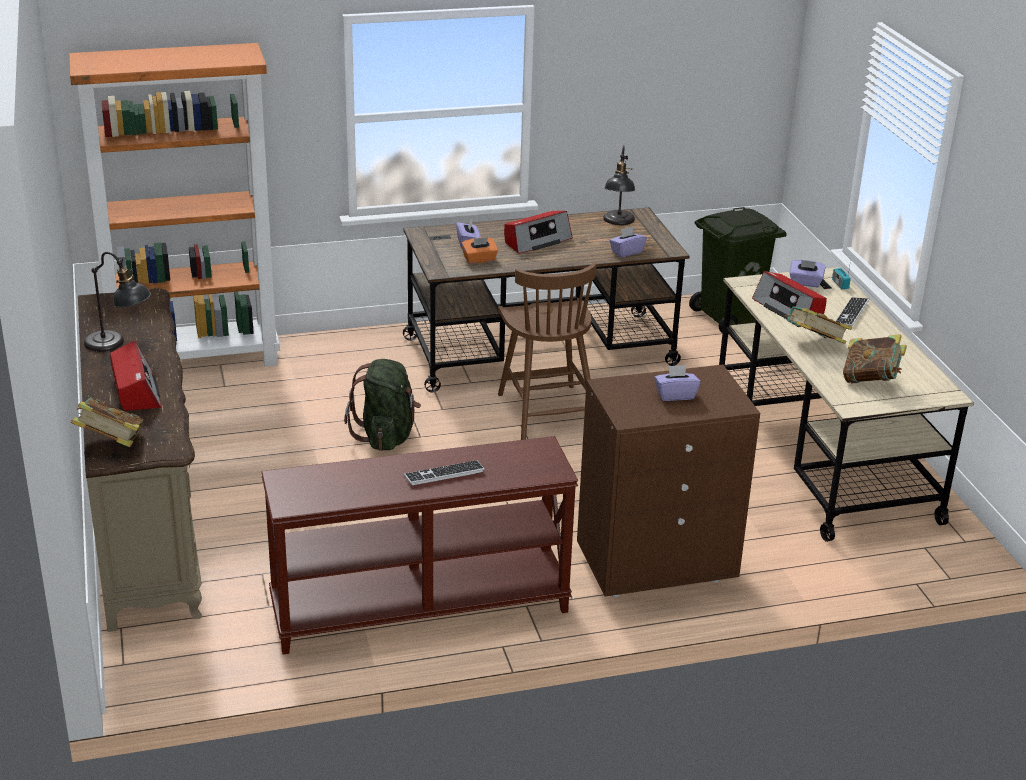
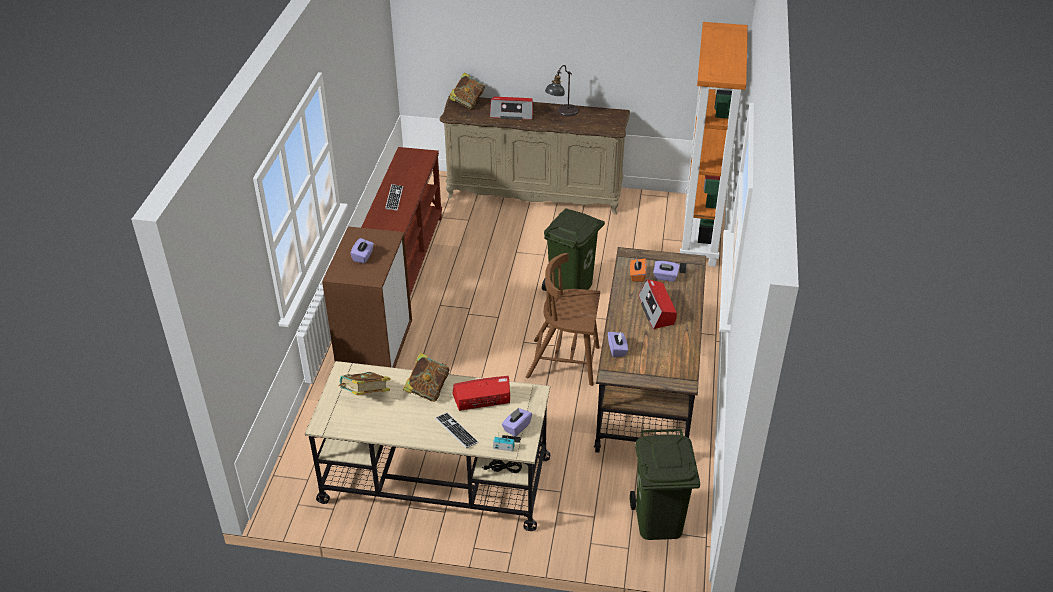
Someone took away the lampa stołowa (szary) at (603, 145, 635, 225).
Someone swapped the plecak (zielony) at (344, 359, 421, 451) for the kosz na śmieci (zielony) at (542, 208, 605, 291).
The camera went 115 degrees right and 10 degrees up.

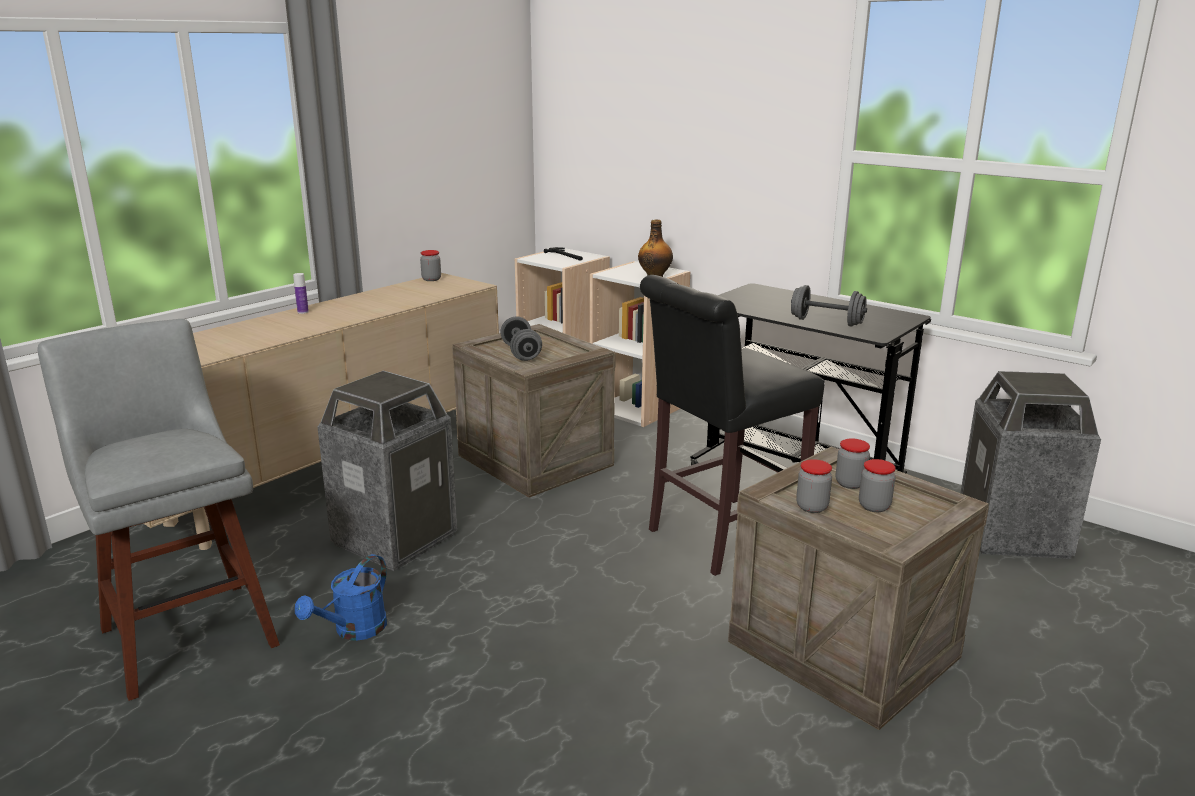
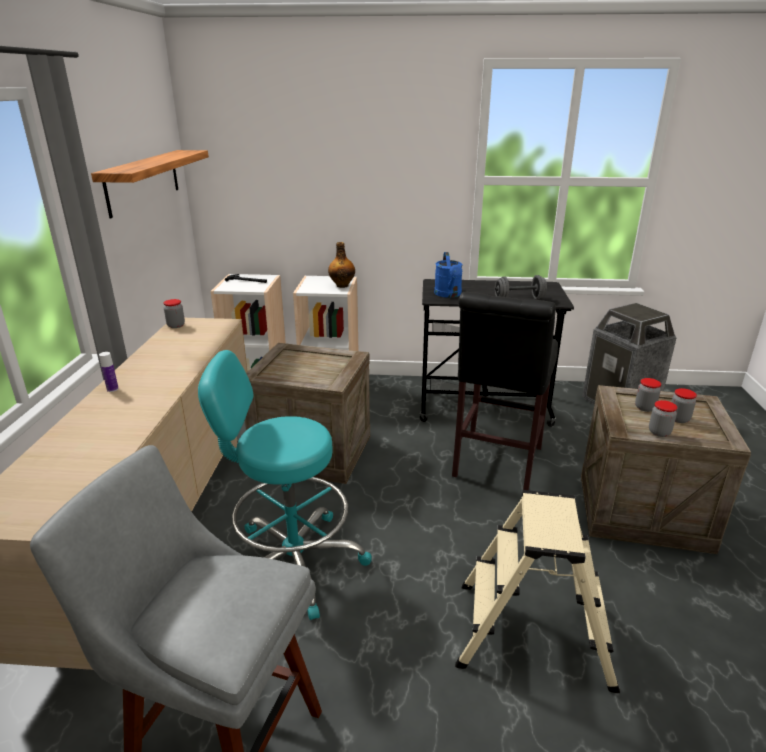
Someone took away the hantel (szary) at (500, 316, 542, 361).
Someone put up the półka at (91, 150, 209, 218).
Someone put down the drabinka (beżowy) at (455, 490, 620, 693).
Someone carried the konewka (niebieski) from (295, 554, 387, 641) to (434, 252, 463, 298).
Someone swapped the kosz na śmieci at (317, 370, 457, 571) for the stołek (turkusowy) at (198, 350, 372, 620).
The camera went 35 degrees left and 5 degrees up.

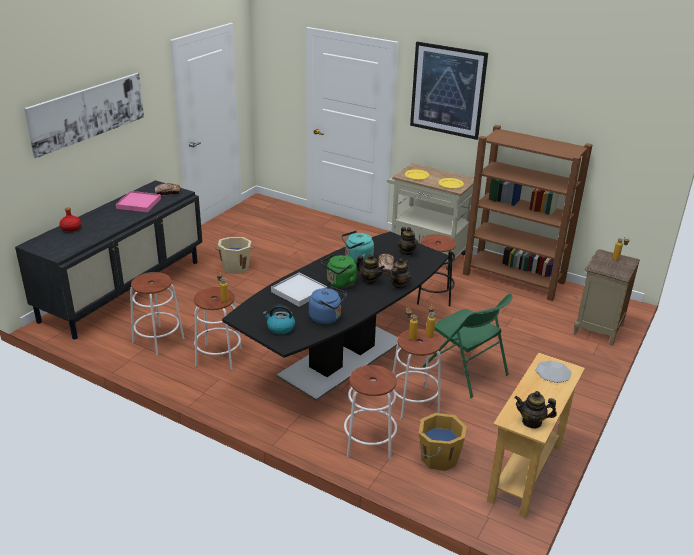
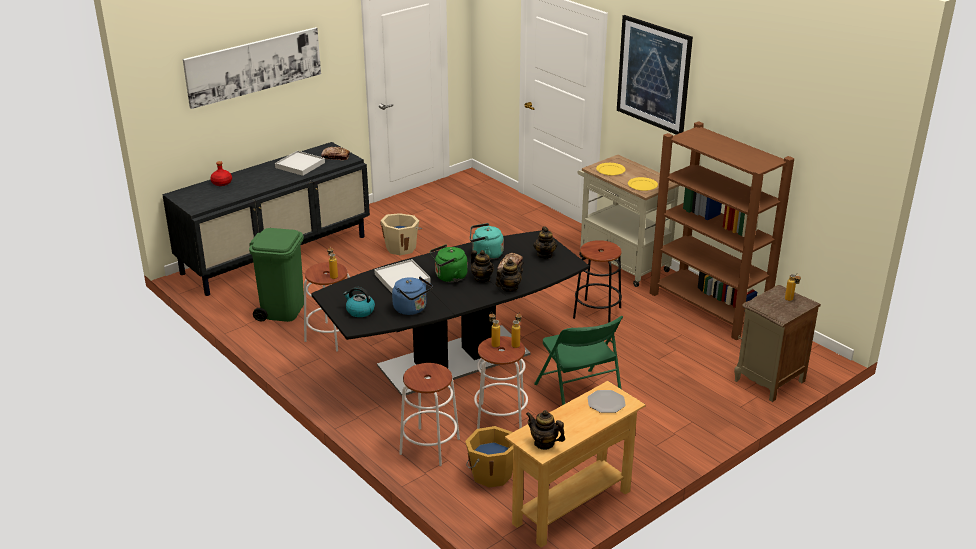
Someone swapped the stołek (biały) at (130, 272, 184, 356) for the kosz na śmieci (zielony) at (249, 228, 304, 322).
Someone repainted the taca (różowy) at (116, 191, 161, 212), which became the taca (biały) at (275, 151, 325, 176).
The camera went 20 degrees right and 0 degrees up.

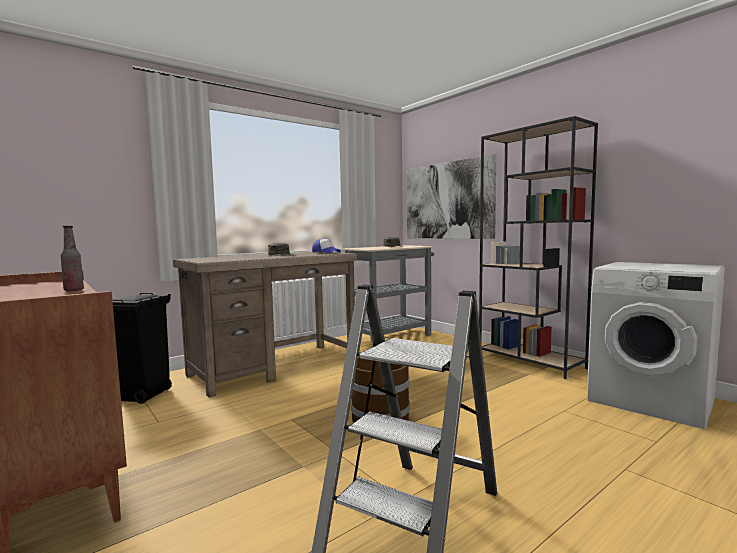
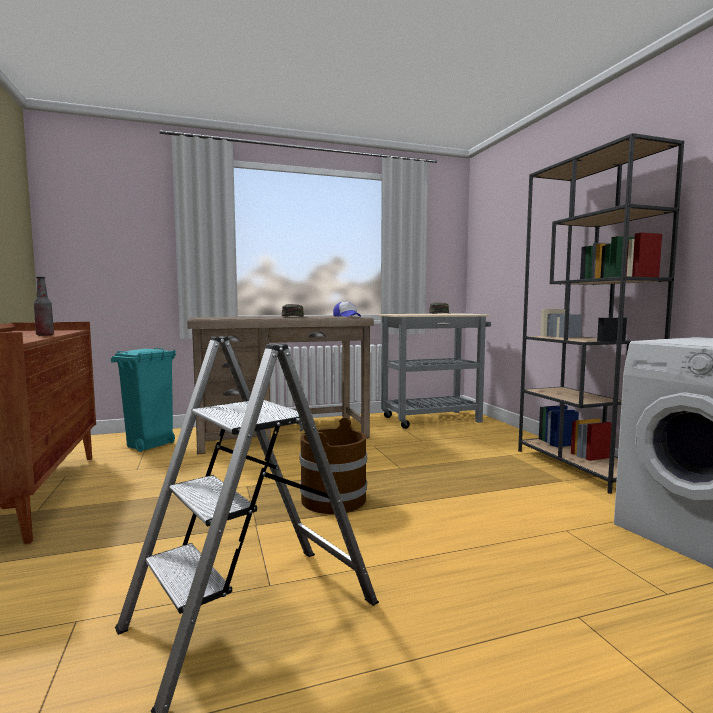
Someone took away the obraz at (407, 154, 496, 239).
Someone repainted the kosz na śmieci (czarny) at (112, 293, 172, 404), which became the kosz na śmieci (turkusowy) at (111, 348, 176, 452).
The camera went 20 degrees right and 0 degrees up.

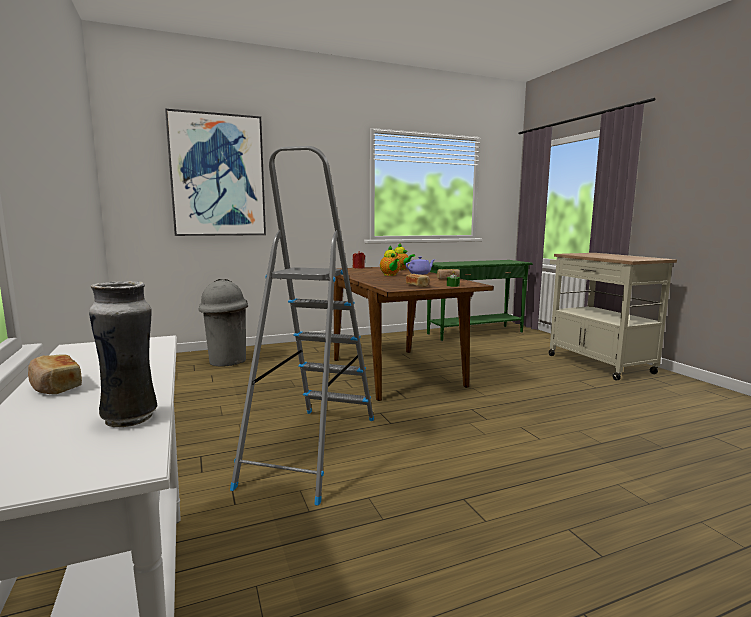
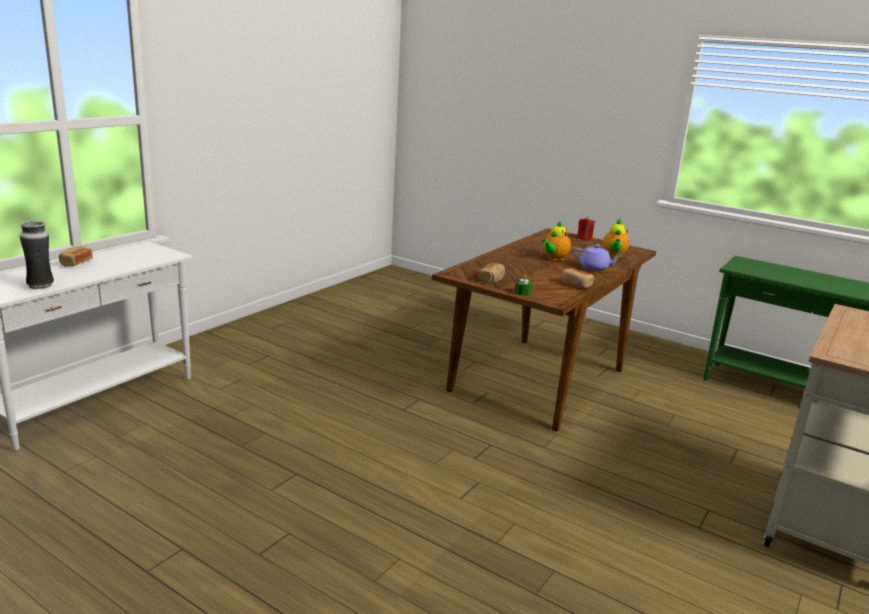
Someone took away the obraz at (165, 109, 266, 236).
Someone took away the kosz na śmieci (szary) at (198, 279, 248, 367).
Someone took away the drabinka (szary) at (230, 146, 374, 505).
The camera went 55 degrees right and 10 degrees up.

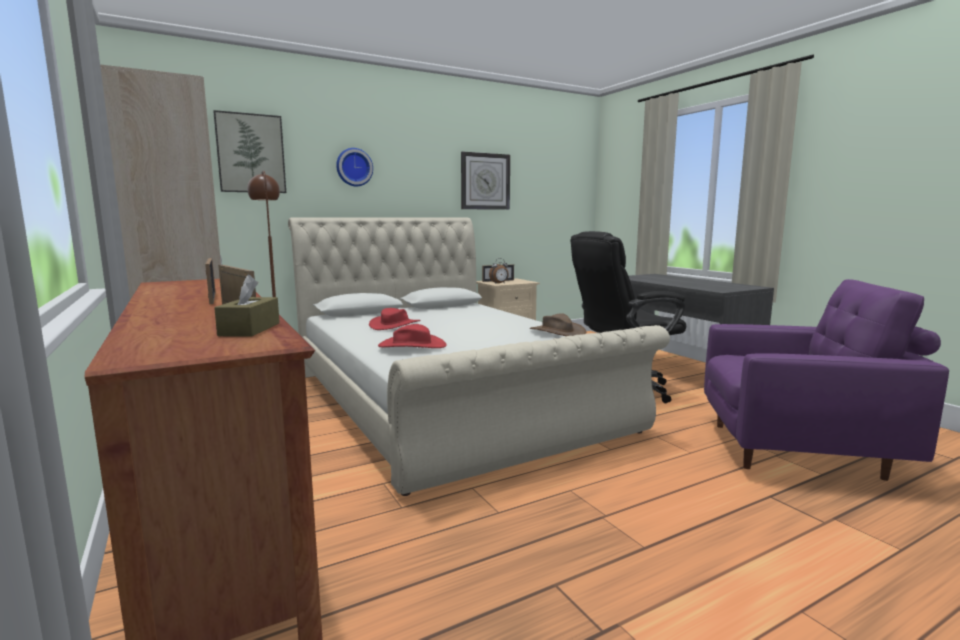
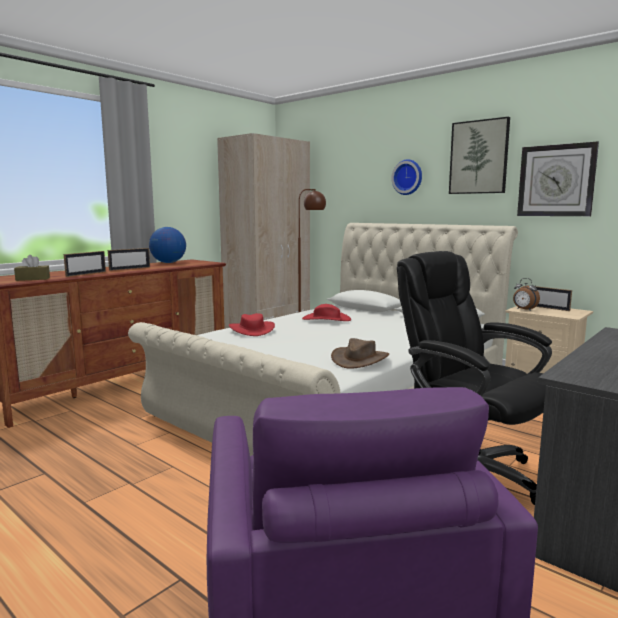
Someone put down the globus at (149, 227, 186, 263).
Someone carried the obraz from (213, 110, 286, 193) to (449, 117, 510, 194).
The camera went 70 degrees right and 0 degrees up.

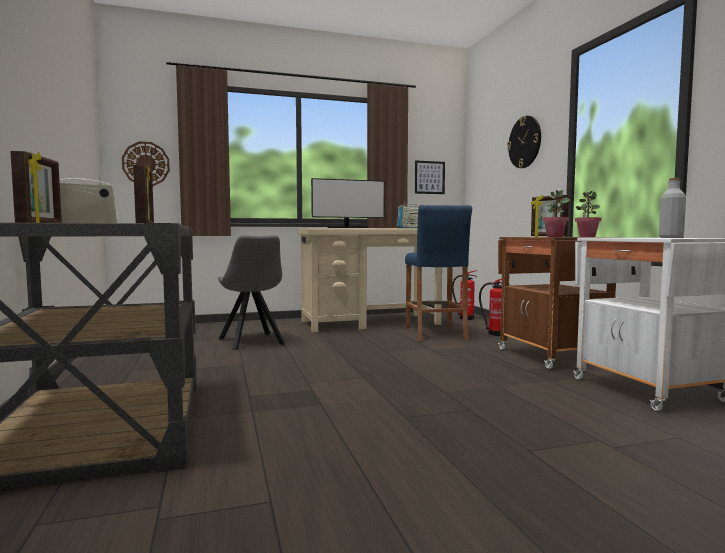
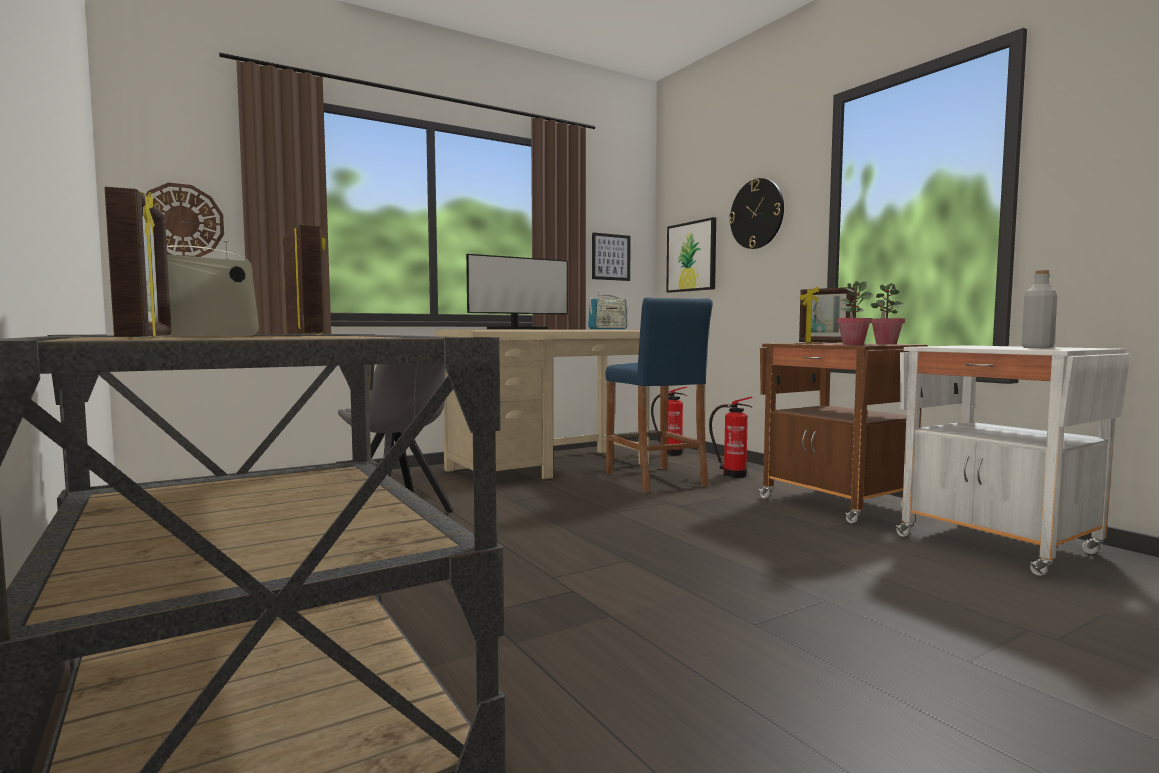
Someone put up the obraz at (666, 217, 716, 293).
The camera went 15 degrees left and 0 degrees up.

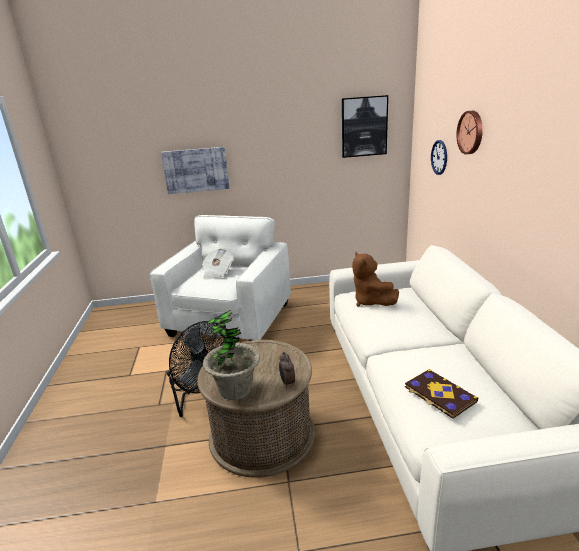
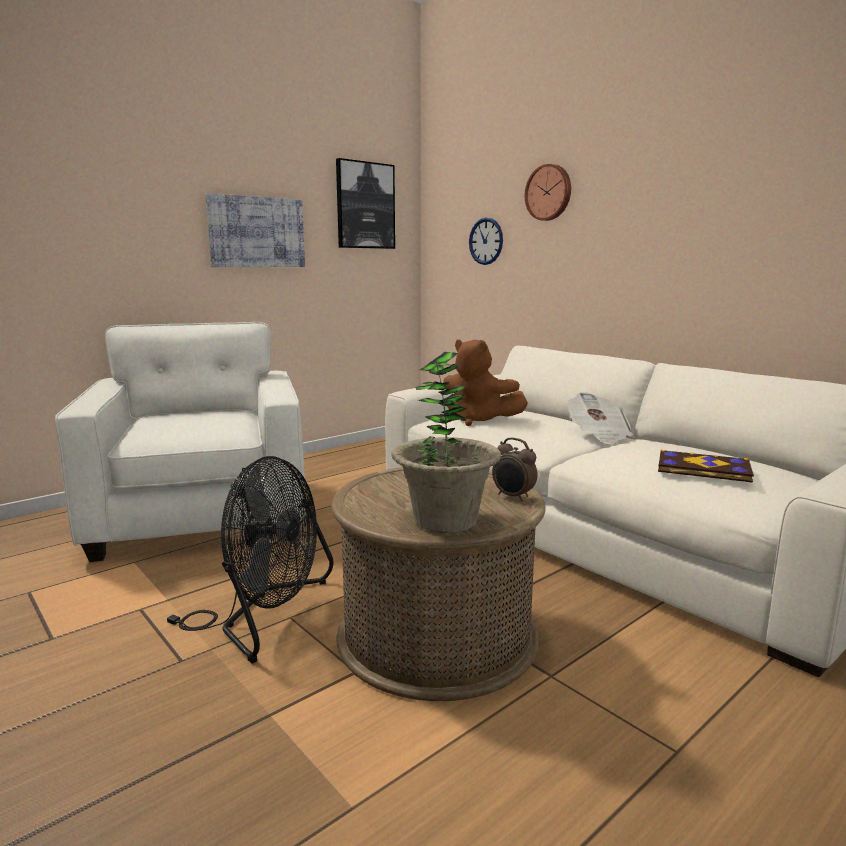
Someone carried the obraz from (161, 147, 230, 194) to (205, 193, 305, 267).
Someone carried the gazeta from (202, 248, 234, 280) to (568, 392, 633, 444).
The camera went 35 degrees left and 10 degrees down.

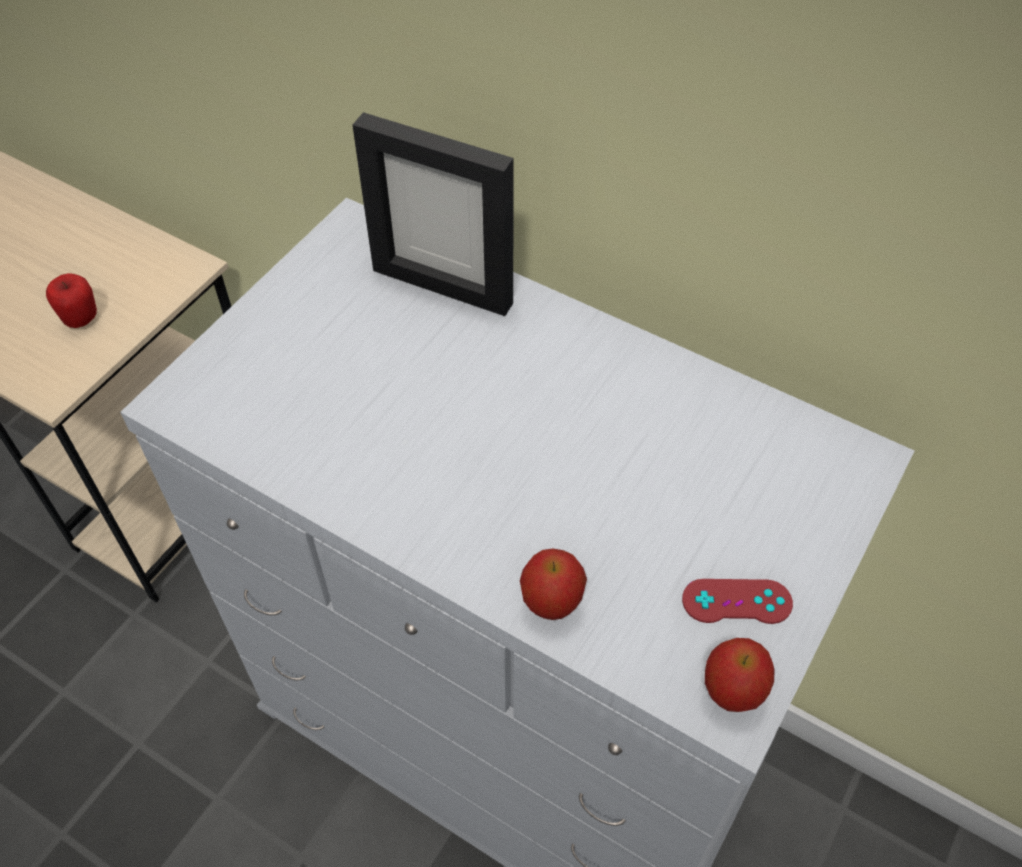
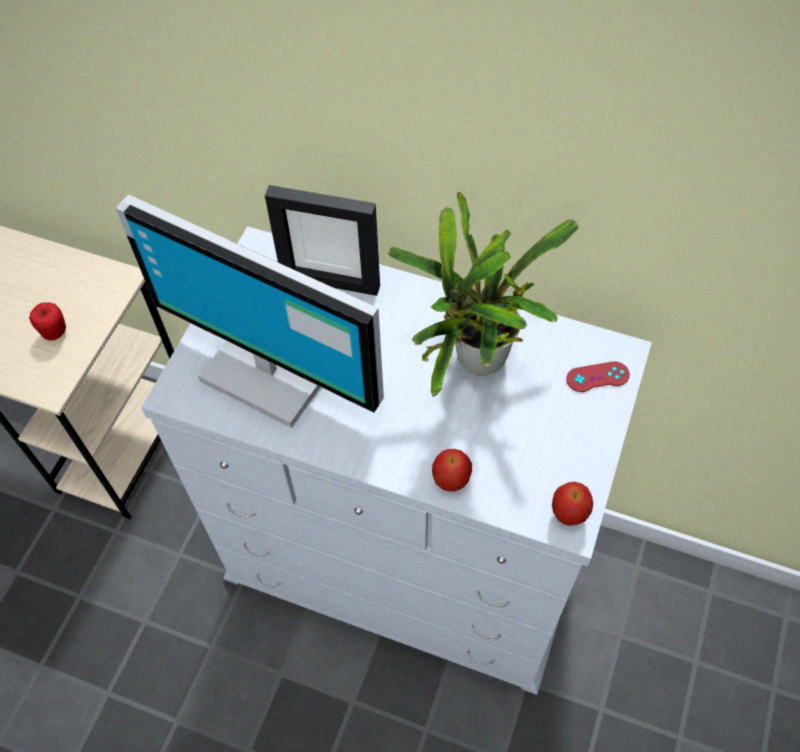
Someone put down the monitor at (116, 194, 384, 428).
Someone put down the roślina doniczkowa at (388, 192, 579, 397).
Someone carried the pad do gier (czerwony) from (682, 579, 793, 624) to (566, 361, 630, 392).
The camera went 10 degrees left and 5 degrees up.

